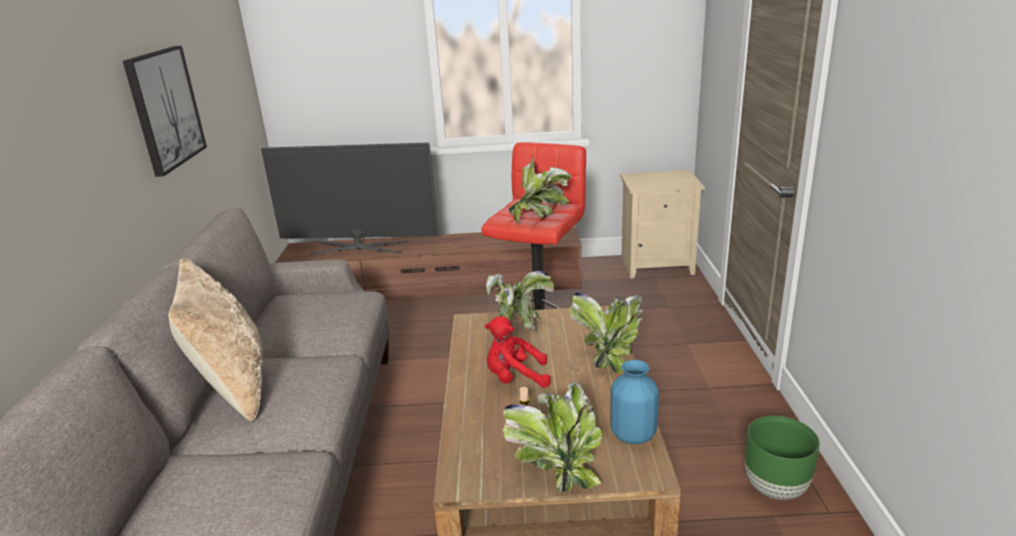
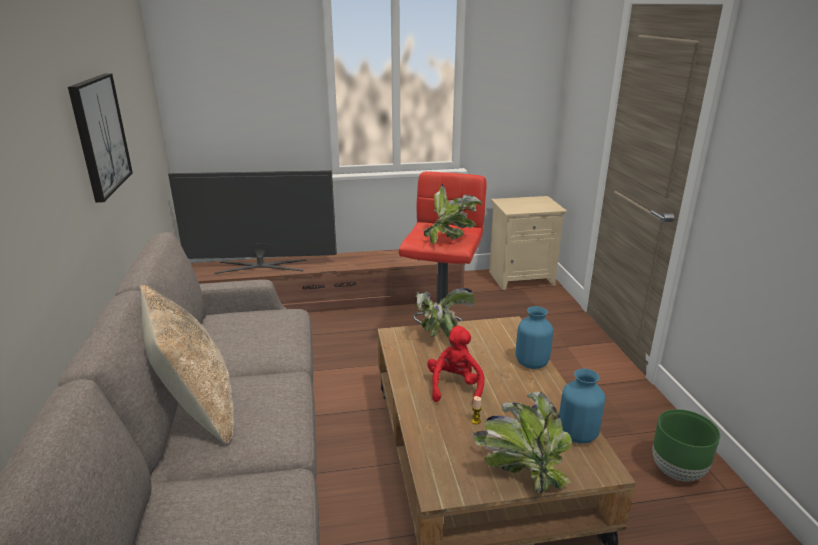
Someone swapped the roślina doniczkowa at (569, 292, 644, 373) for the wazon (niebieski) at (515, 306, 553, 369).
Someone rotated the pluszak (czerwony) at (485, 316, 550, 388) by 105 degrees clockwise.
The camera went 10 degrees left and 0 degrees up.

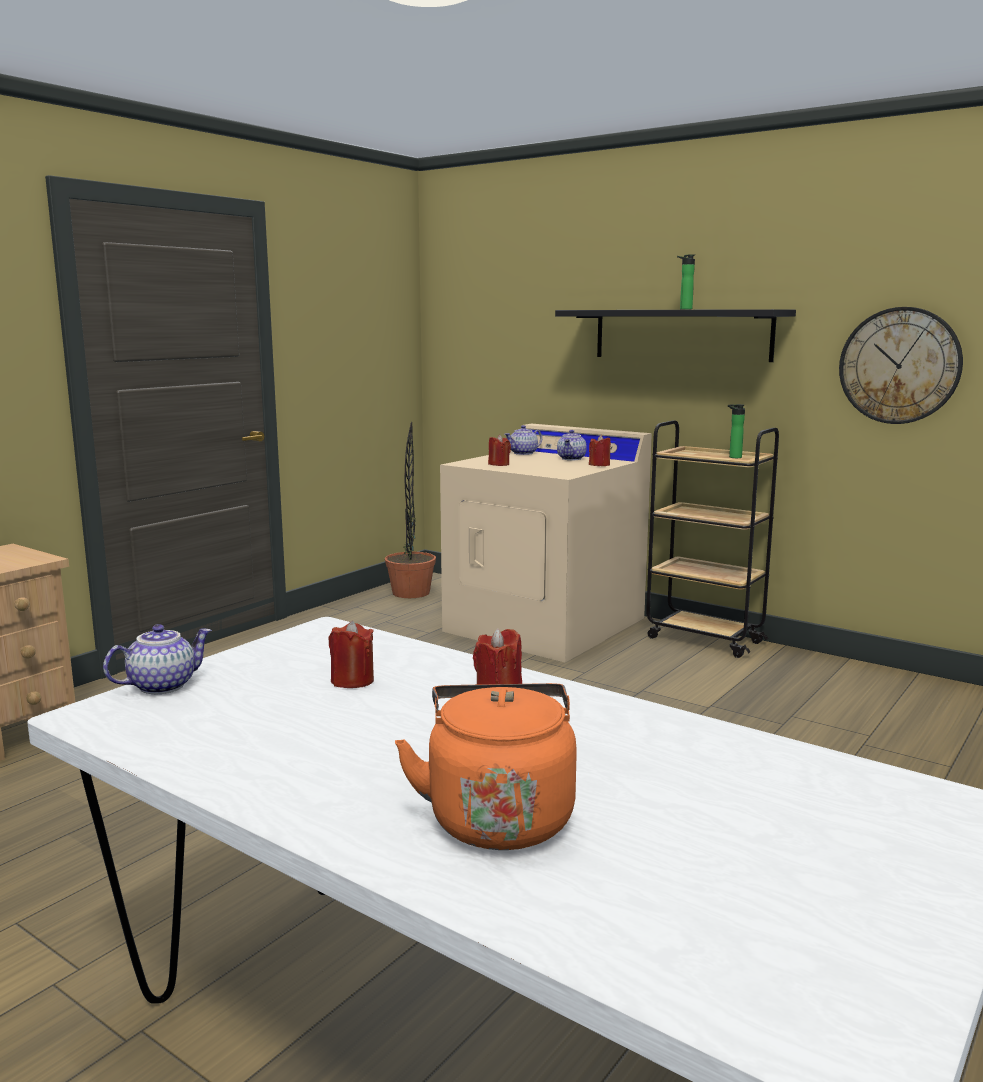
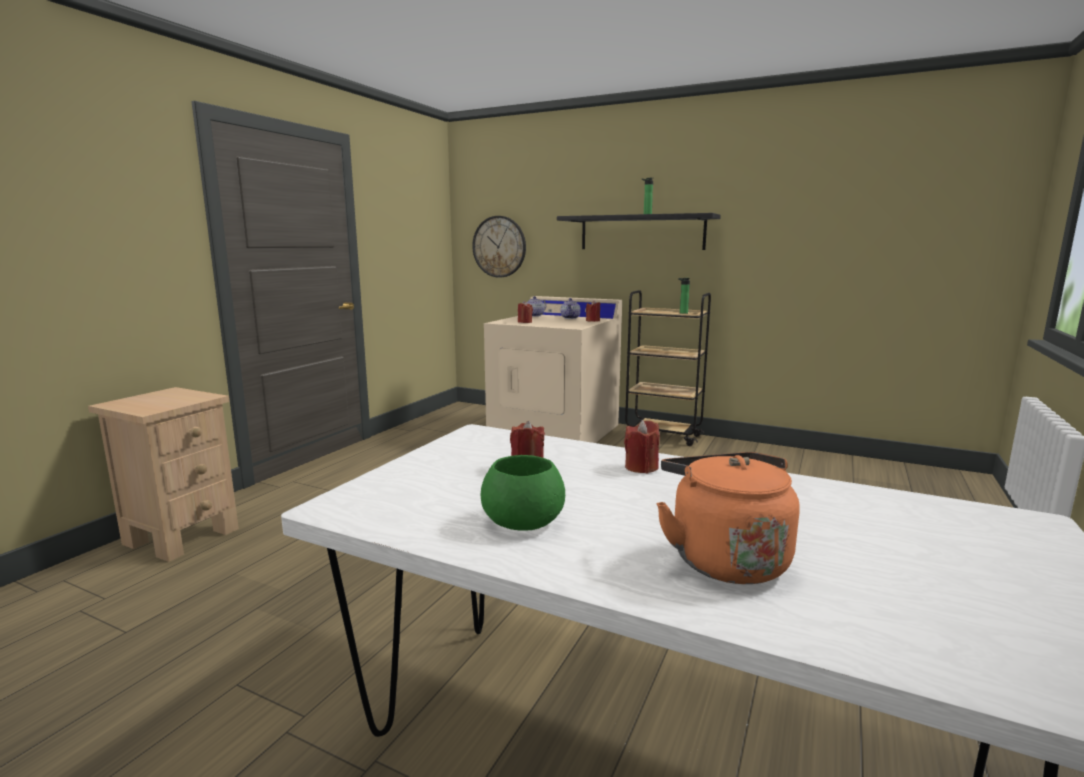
Someone took away the imbryk at (103, 624, 212, 694).
Someone took away the roślina doniczkowa at (385, 422, 436, 598).
Someone put down the miska (zielony) at (481, 455, 565, 531).
Someone carried the zegar ścienny from (839, 307, 963, 424) to (472, 216, 526, 278).
The camera went 10 degrees left and 0 degrees up.

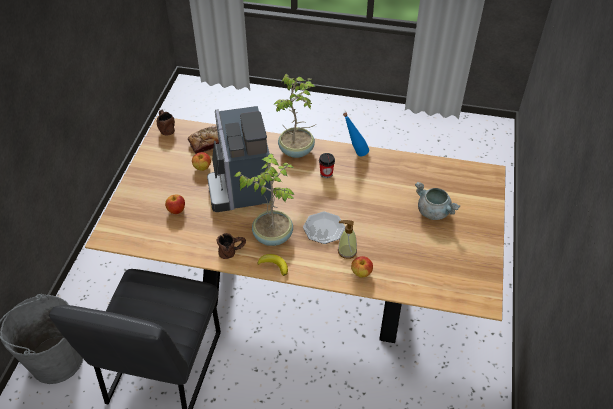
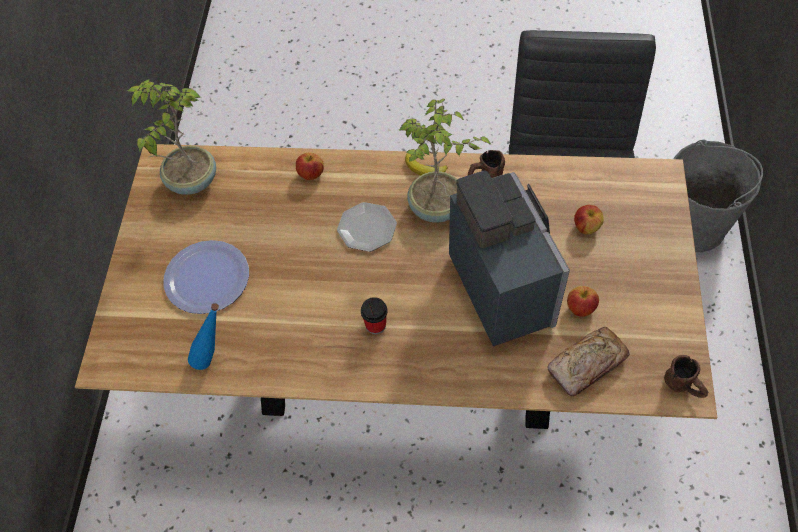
Someone took away the dozownik mydła at (338, 220, 357, 259).
Someone carried the roślina doniczkowa from (273, 74, 316, 158) to (127, 79, 216, 195).
Someone carried the butelka (niebieski) from (343, 113, 369, 156) to (188, 303, 219, 370).
Someone swapped the garnek (szary) at (415, 182, 460, 220) for the talerz at (163, 240, 249, 314).
The camera went 175 degrees right and 10 degrees up.

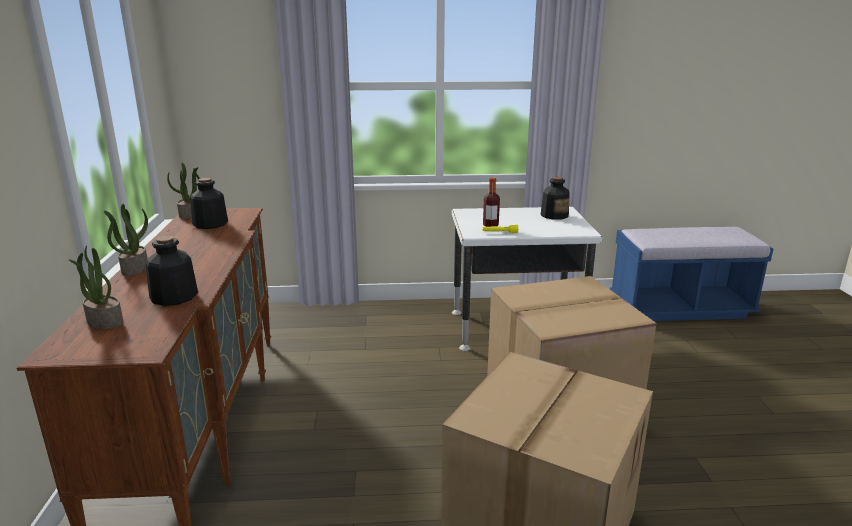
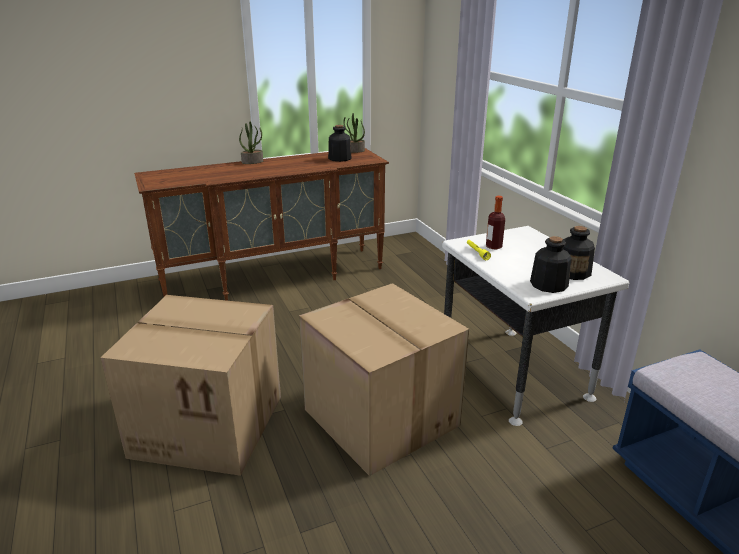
Someone took away the roślina doniczkowa at (69, 245, 123, 329).
Someone carried the butelka from (145, 236, 198, 306) to (530, 236, 572, 293).
The camera went 70 degrees right and 5 degrees up.

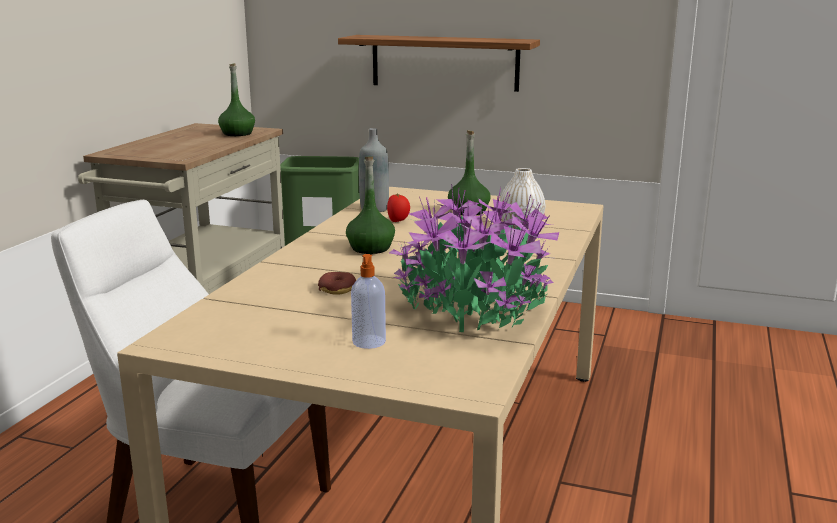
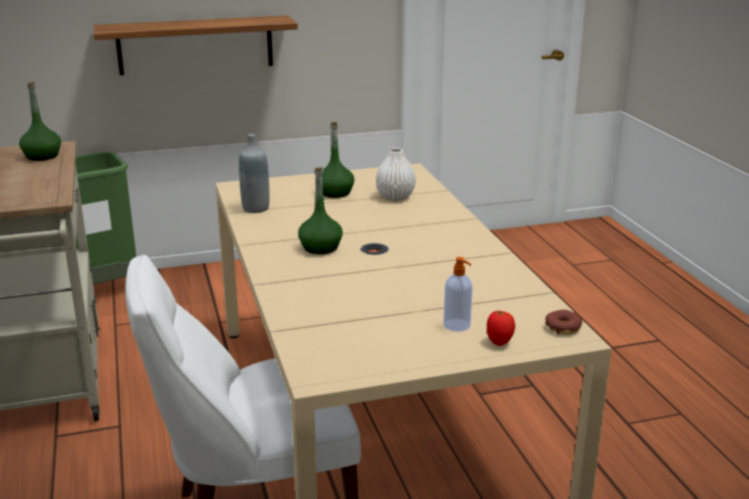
Someone took away the roślina doniczkowa at (389, 184, 559, 332).
Someone carried the donut from (318, 272, 356, 295) to (545, 310, 582, 334).
Someone carried the pomidor from (387, 194, 410, 222) to (487, 310, 515, 346).
The camera went 35 degrees left and 5 degrees up.

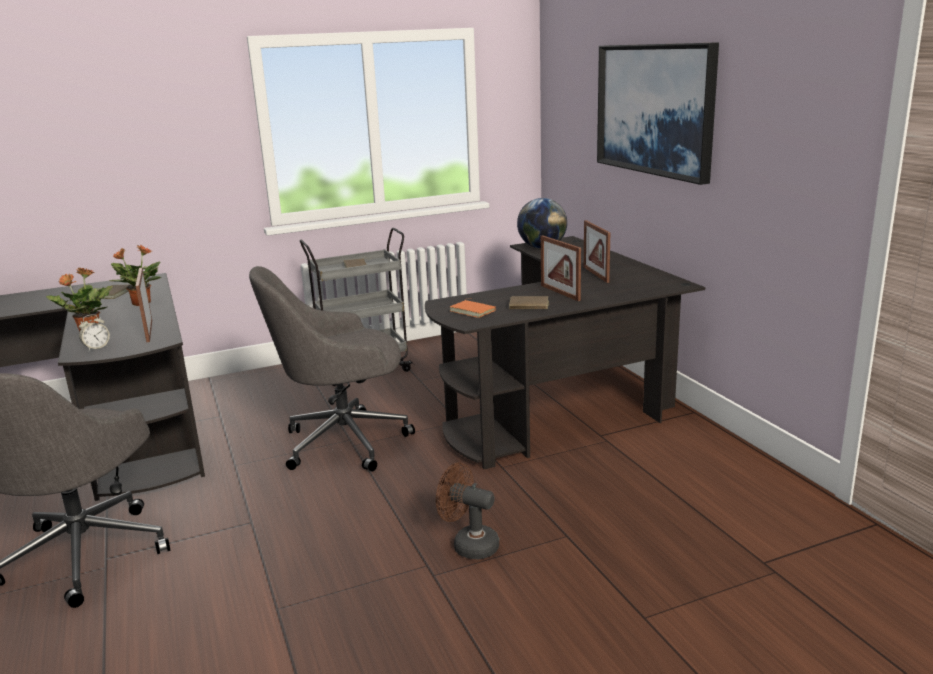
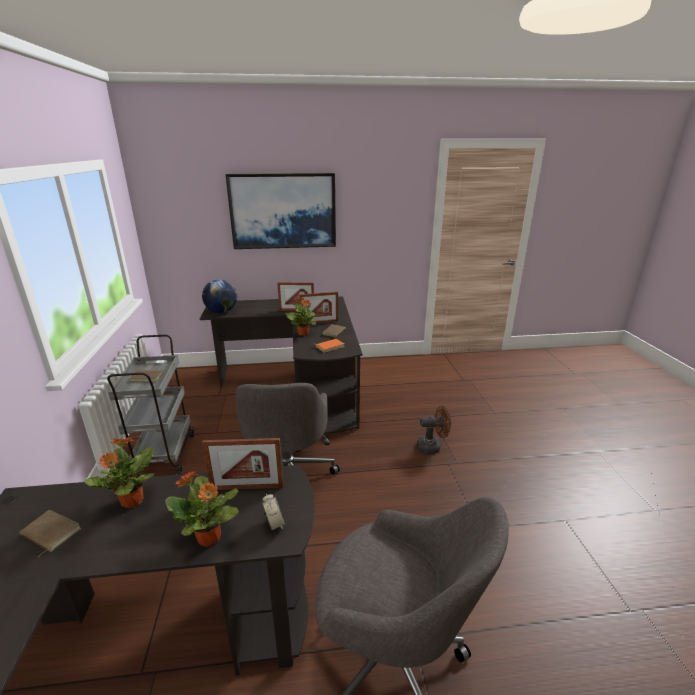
Someone put down the roślina doniczkowa at (285, 298, 318, 336).
Someone rotated the wentylator (brązowy) at (436, 463, 499, 559) by 135 degrees counterclockwise.
The camera went 75 degrees left and 5 degrees up.

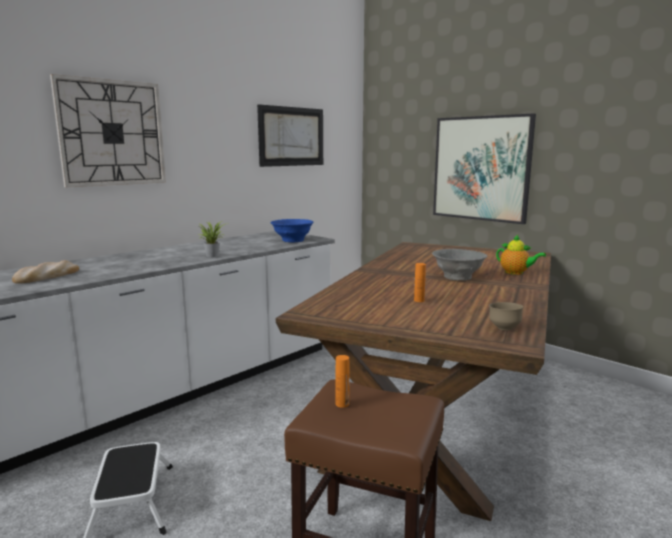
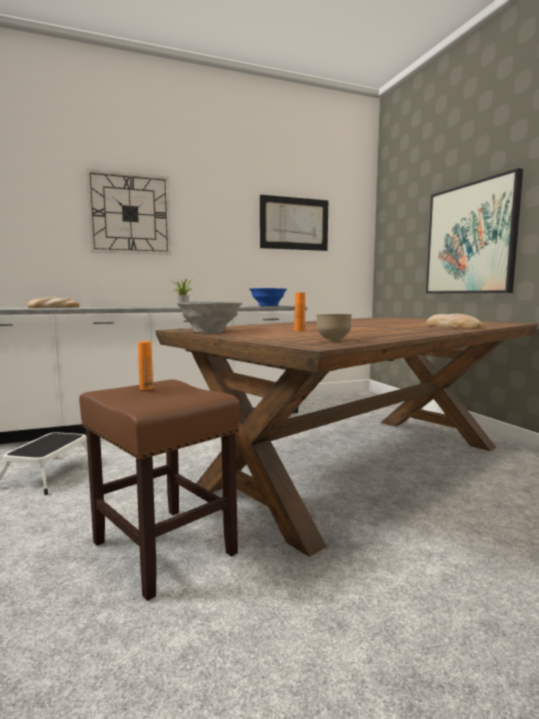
Someone carried the miska (szary) from (432, 249, 487, 280) to (177, 301, 242, 333).
Someone swapped the imbryk at (496, 235, 546, 275) for the chleb at (426, 314, 482, 329).
The camera went 25 degrees right and 5 degrees down.

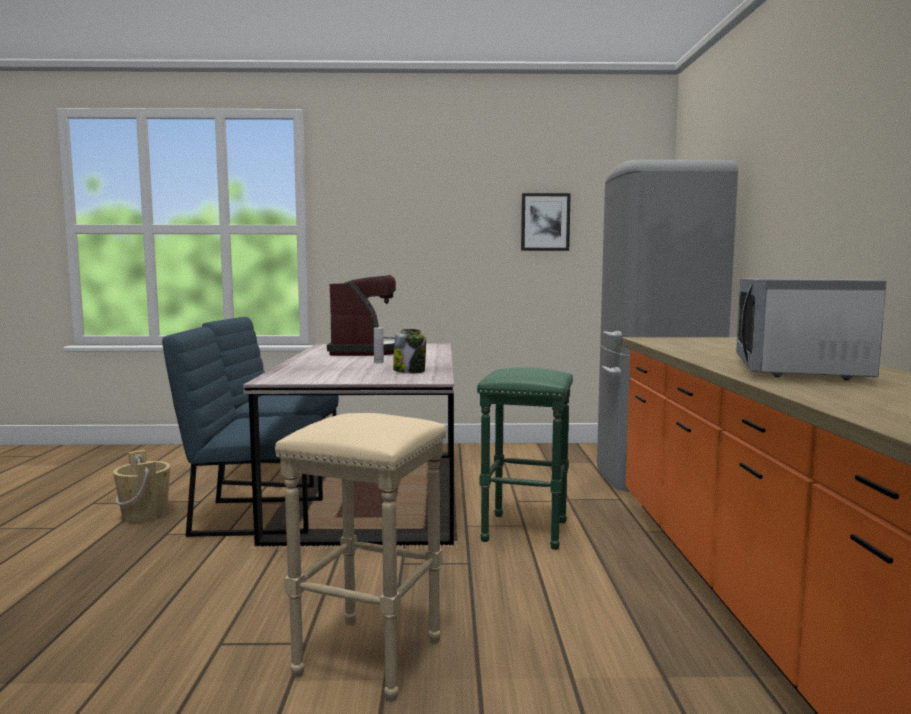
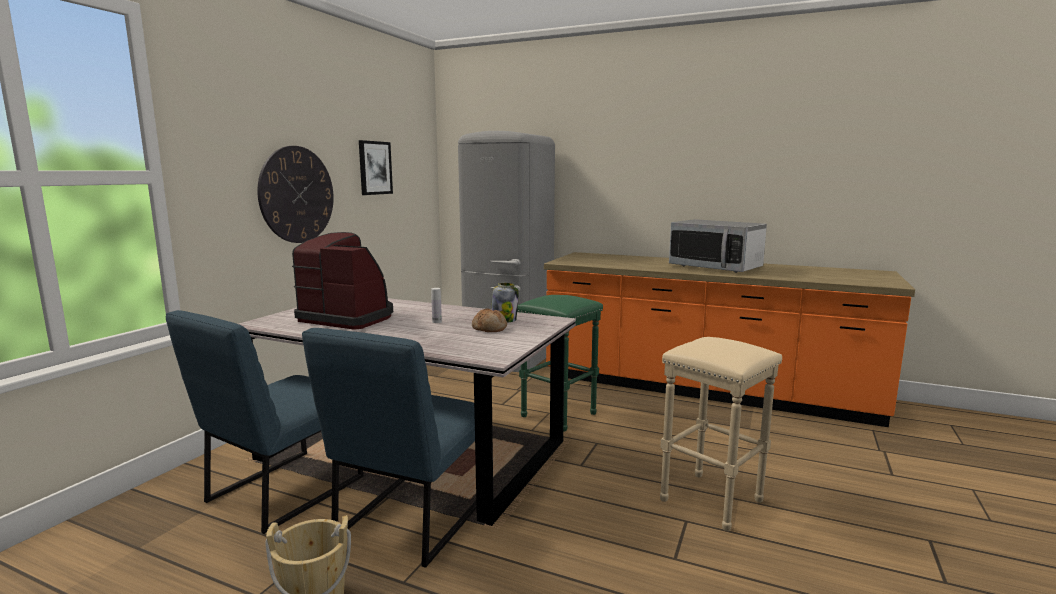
Someone put up the zegar ścienny at (257, 146, 334, 243).
Someone put down the chleb at (472, 308, 507, 332).
The camera went 65 degrees left and 5 degrees up.

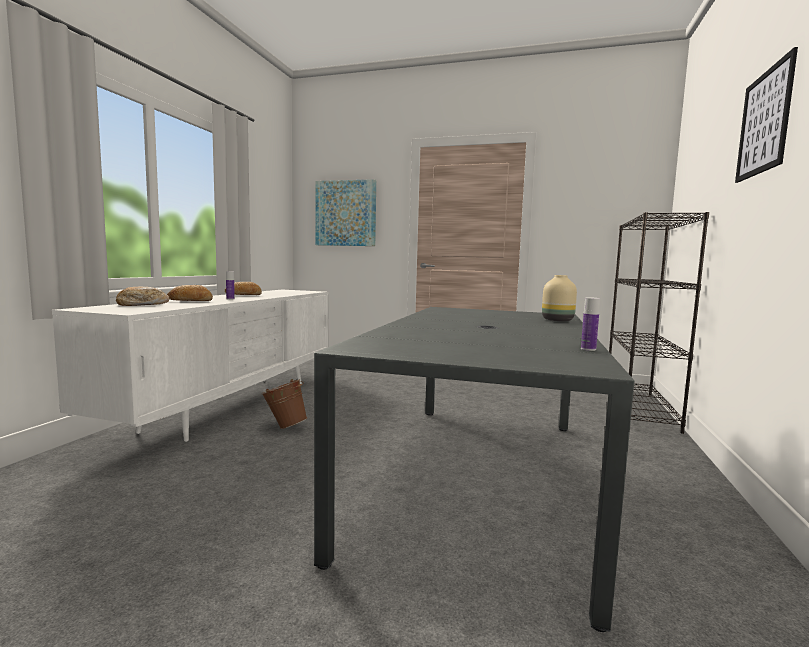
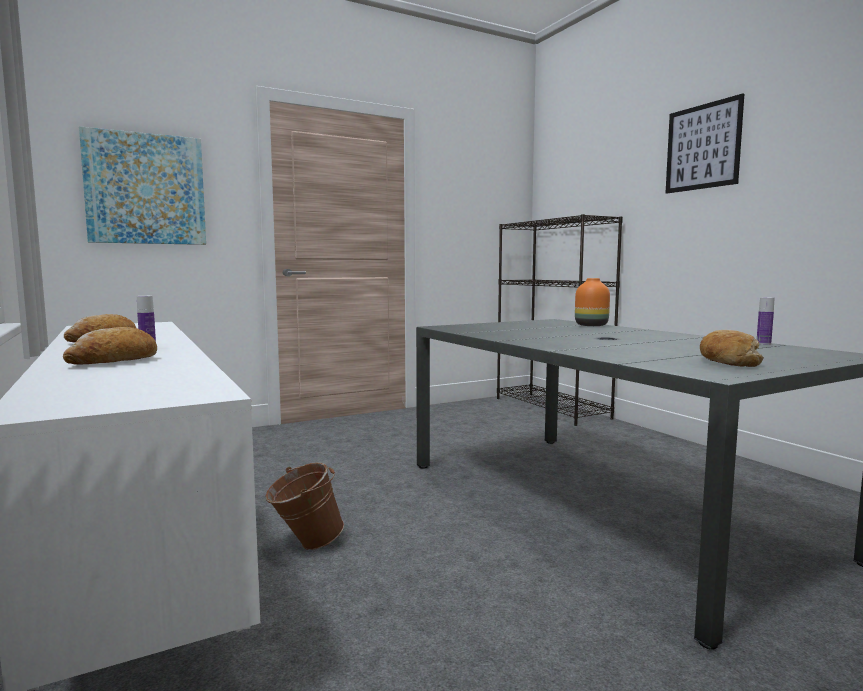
Someone carried the chleb from (116, 286, 170, 306) to (700, 330, 764, 367).
Someone repainted the wazon (beżowy) at (542, 275, 577, 321), which became the wazon (pomarańczowy) at (575, 278, 610, 326).
The camera went 45 degrees left and 0 degrees up.

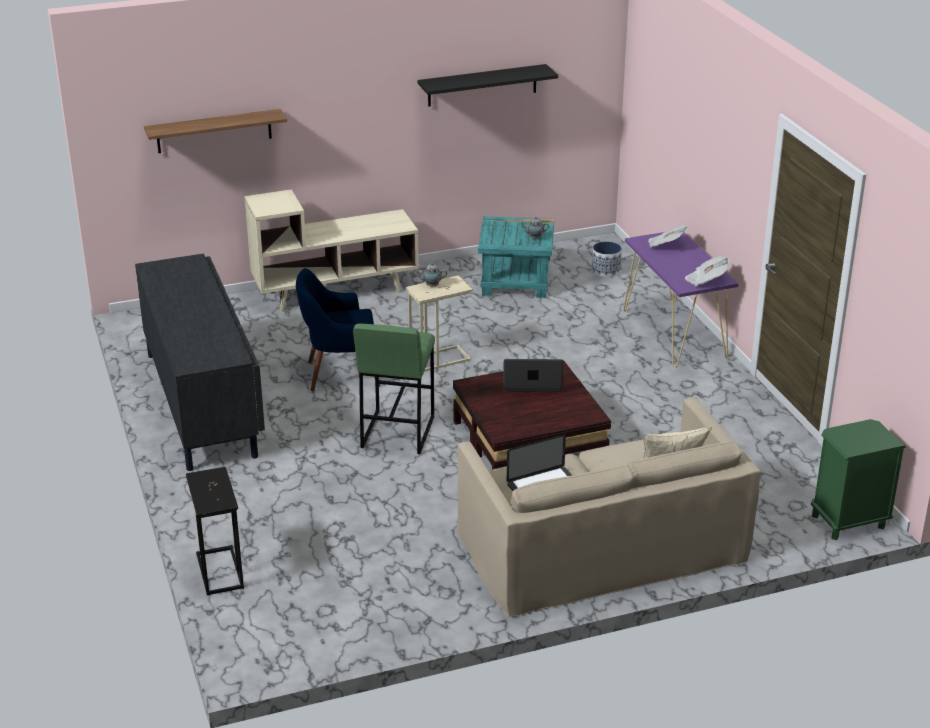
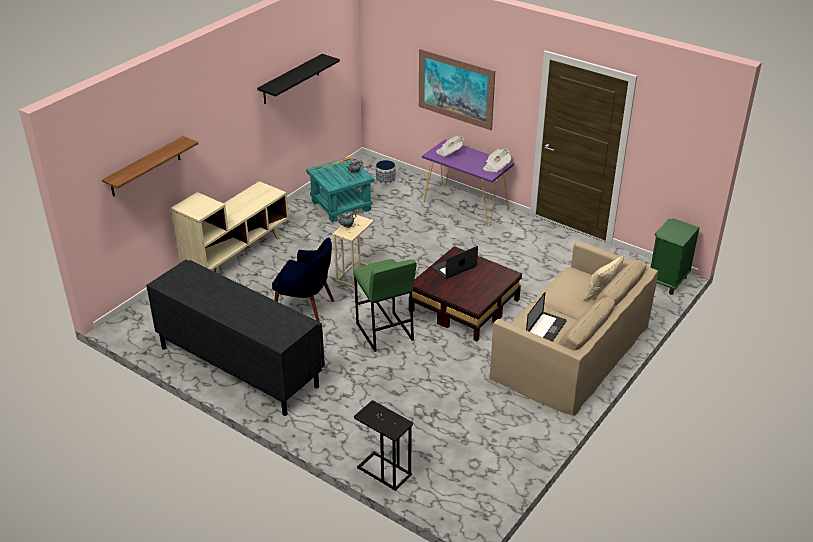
Someone put up the obraz at (419, 49, 495, 130).
Someone rotated the fotel (niebieski) at (296, 268, 380, 391) by 120 degrees counterclockwise.
The camera went 35 degrees left and 5 degrees up.

